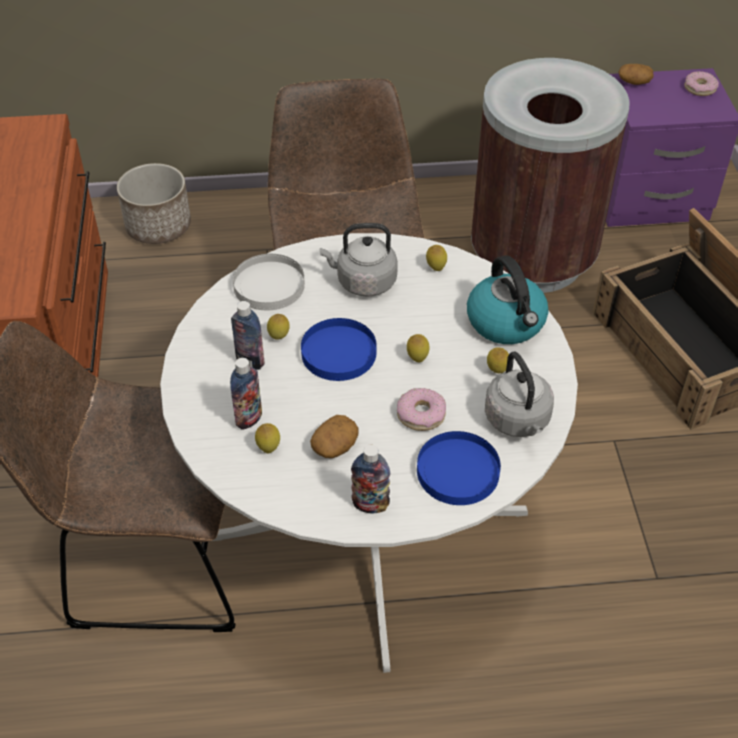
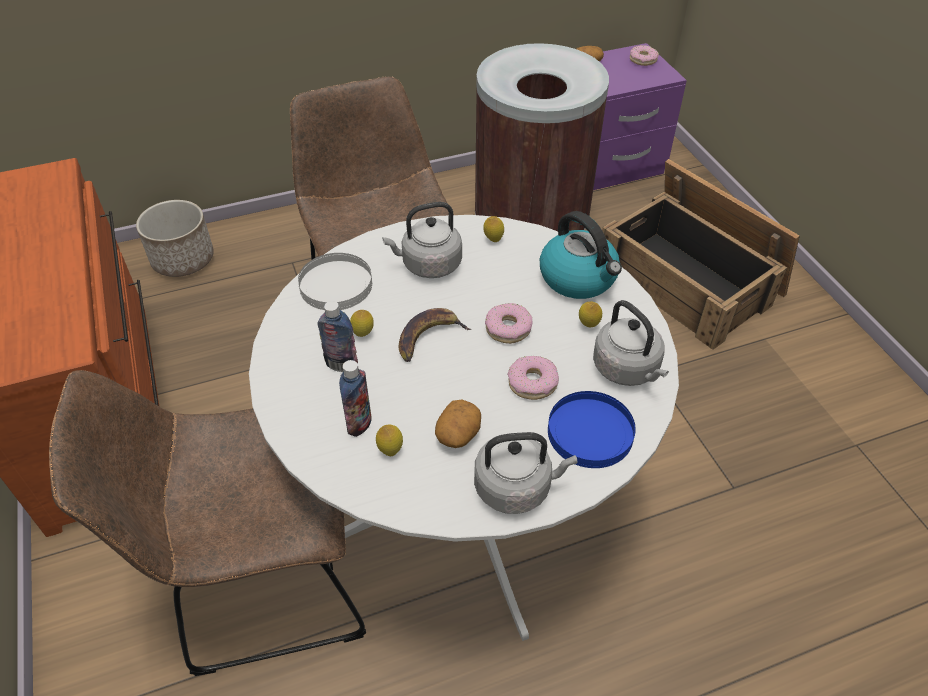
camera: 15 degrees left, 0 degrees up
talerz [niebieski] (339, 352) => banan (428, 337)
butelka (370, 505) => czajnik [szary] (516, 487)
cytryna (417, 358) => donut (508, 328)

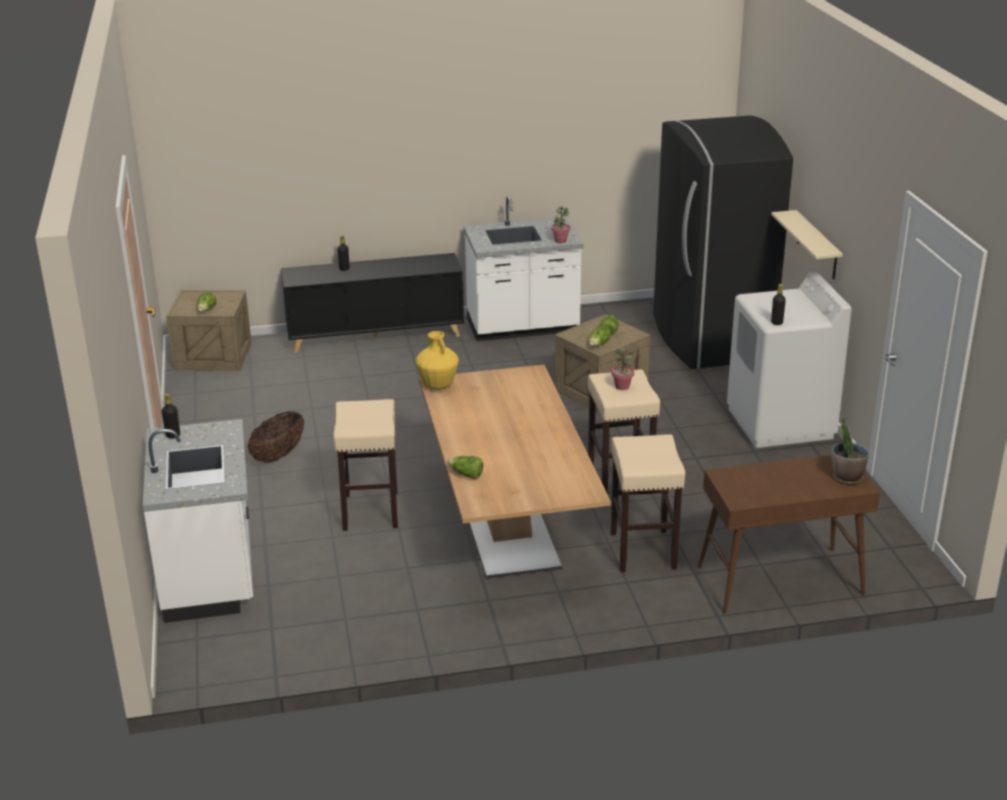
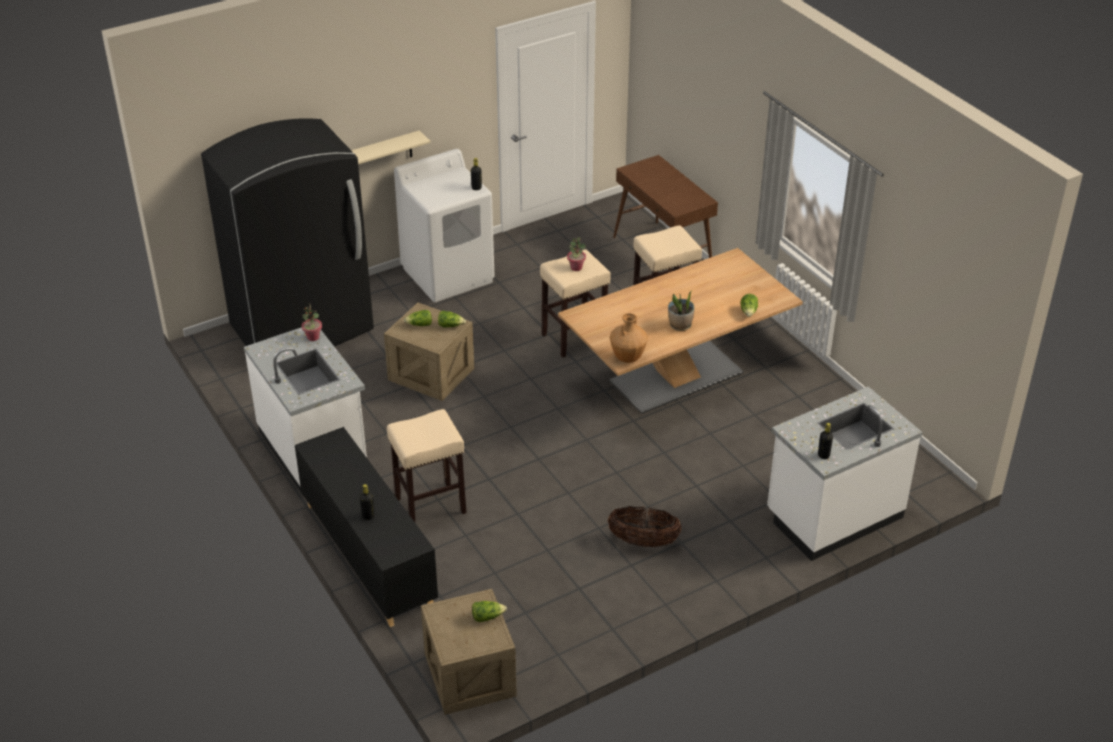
camera: 110 degrees left, 10 degrees up
stołek [beżowy] (370, 510) => stołek [beżowy] (429, 506), move
wazon [żółty] (437, 386) => wazon [brązowy] (627, 358)
roślina doniczkowa (847, 477) => roślina doniczkowa (680, 325), move

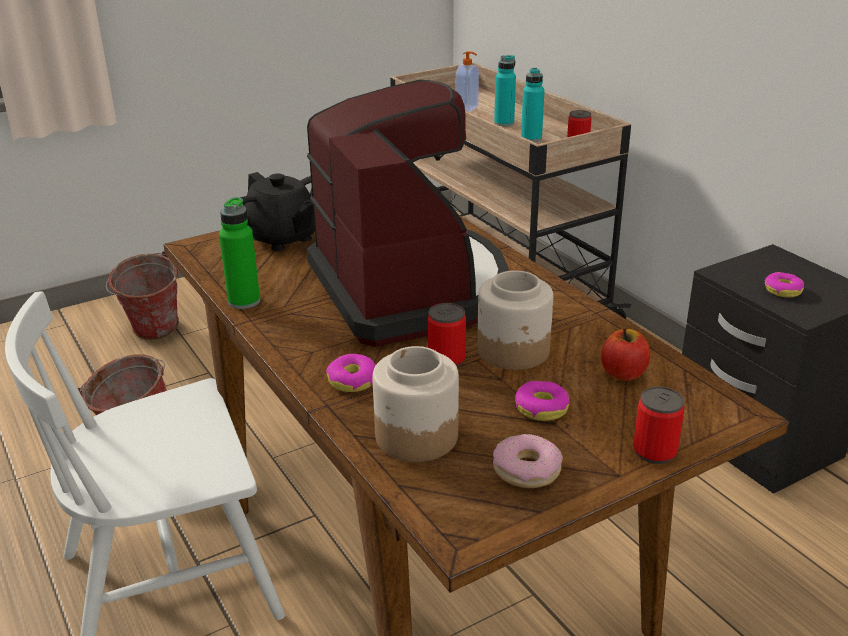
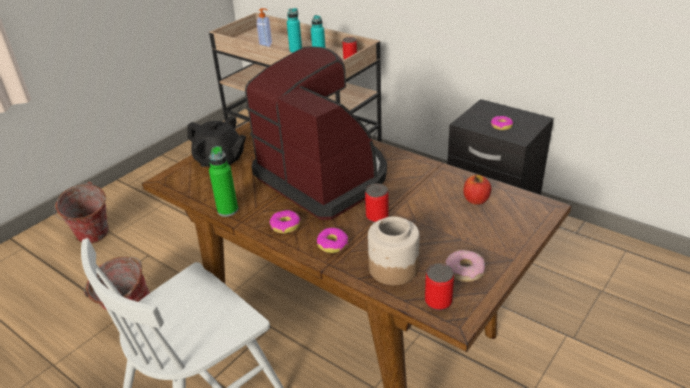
camera: 20 degrees left, 5 degrees up
słoik (514, 351) => nothing
donut (541, 408) => donut (285, 225), move
puszka (654, 451) => puszka (438, 302), move

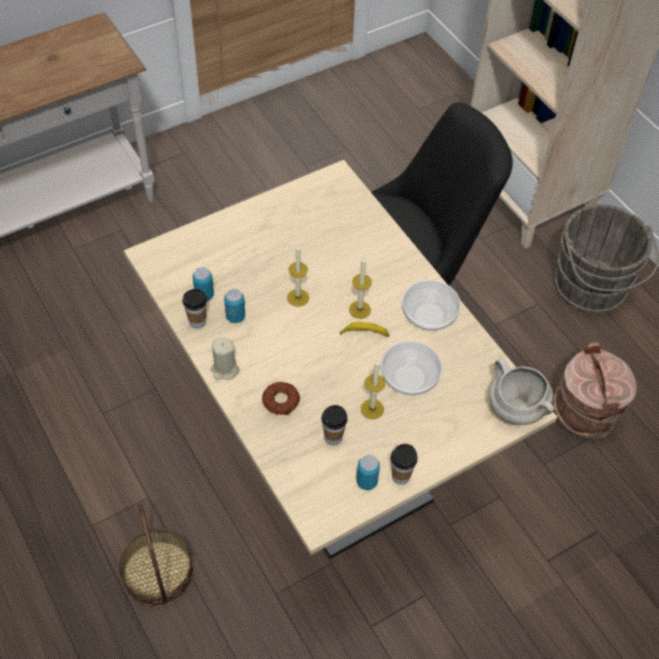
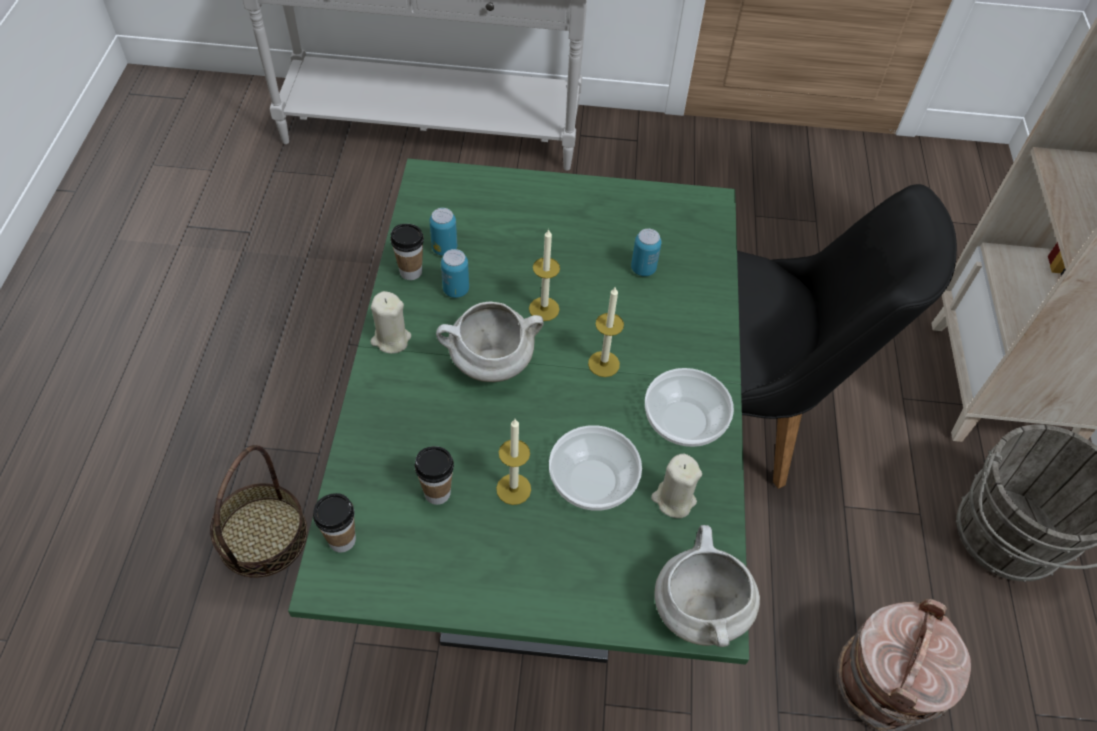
camera: 35 degrees right, 0 degrees up
stół jadalny [beżowy] (324, 444) => stół jadalny [zielony] (538, 515)
donut (281, 401) => nothing
banan (365, 333) => nothing
puszka (366, 482) => puszka (643, 269), move
filiżanka (400, 476) => filiżanka (342, 540), move
nothing => garnek [biały] (490, 363)
nothing => świeca [beżowy] (673, 499)

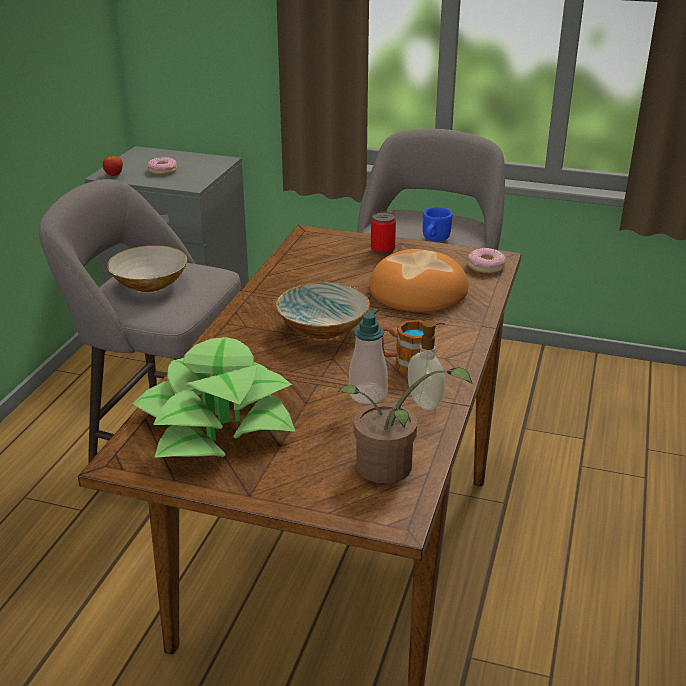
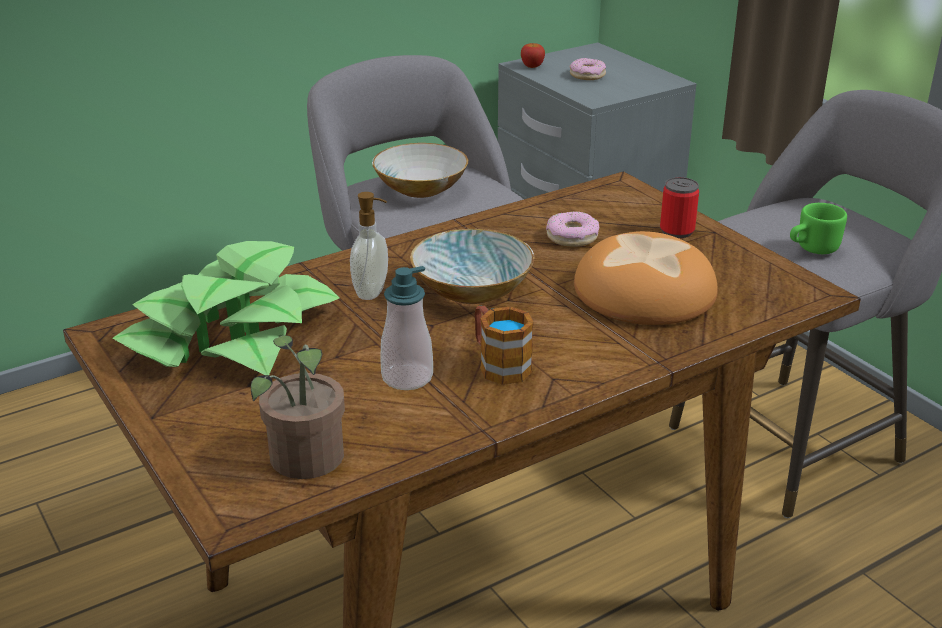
camera: 40 degrees right, 0 degrees up
dozownik mydła (426, 402) => dozownik mydła (372, 292), move
kubek [niebieski] (434, 239) => kubek [zielony] (811, 249)
donut (485, 266) => donut (571, 237), move

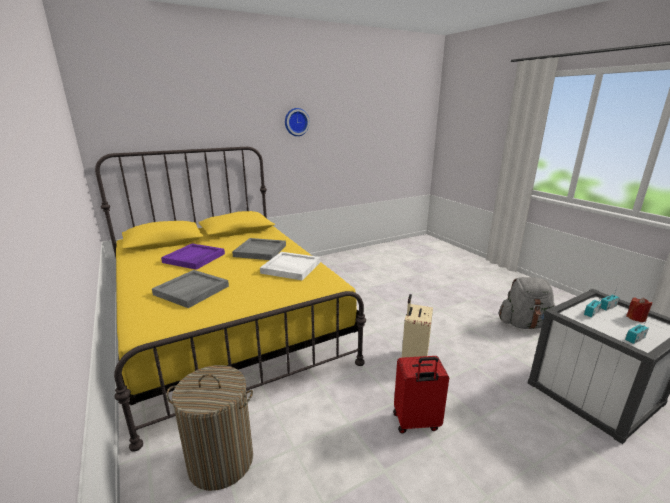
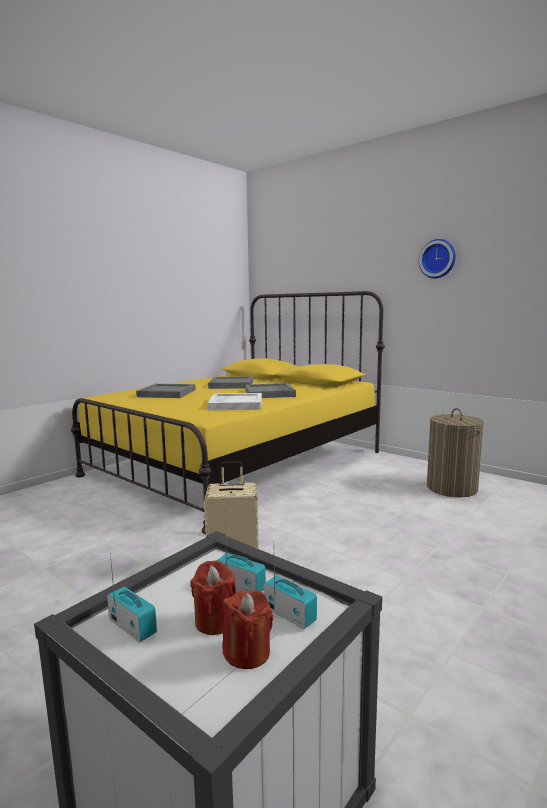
camera: 70 degrees right, 10 degrees down
taca [fioletowy] (194, 258) => taca [szary] (231, 385)
kosz na pranie (220, 461) => kosz na pranie (451, 488), move
walizka [czerwony] (416, 422) => nothing
plecak [szary] (524, 324) => nothing
nothing => świeca [czerwony] (215, 621)

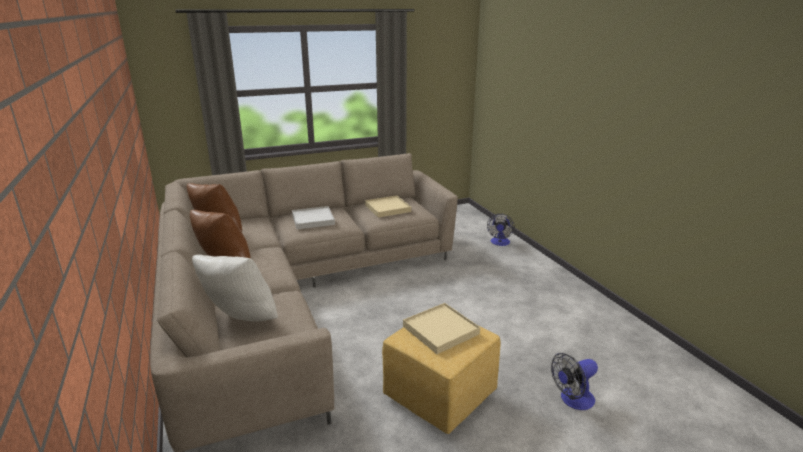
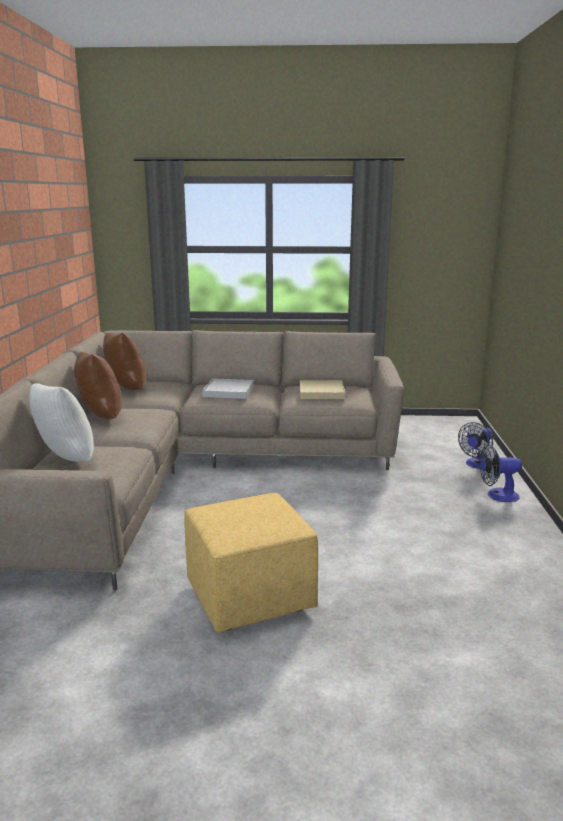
camera: 25 degrees right, 5 degrees down
taca [beżowy] (440, 330) => nothing
wentylator (572, 400) => wentylator (497, 495), move

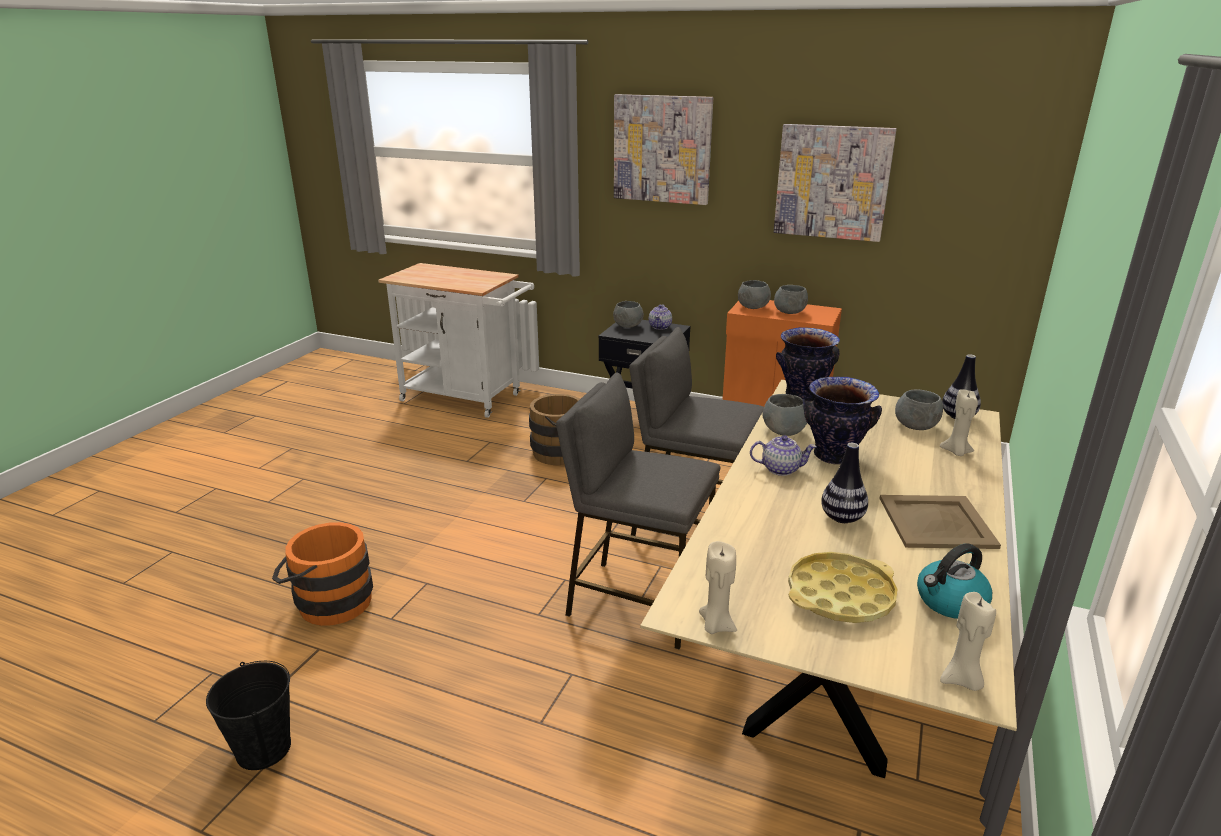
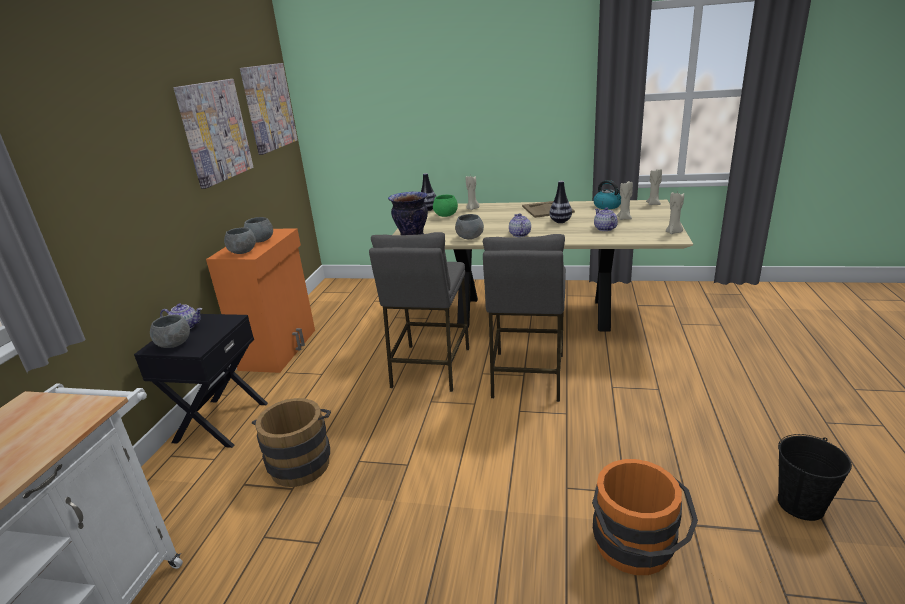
camera: 100 degrees left, 0 degrees up
obraz (662, 149) => obraz (269, 107), move
taca [żółty] (840, 595) => świeca [beżowy] (624, 218)
wazon (834, 456) => nothing
miska [szary] (915, 426) => miska [zielony] (446, 215)
nothing => imbryk (604, 229)

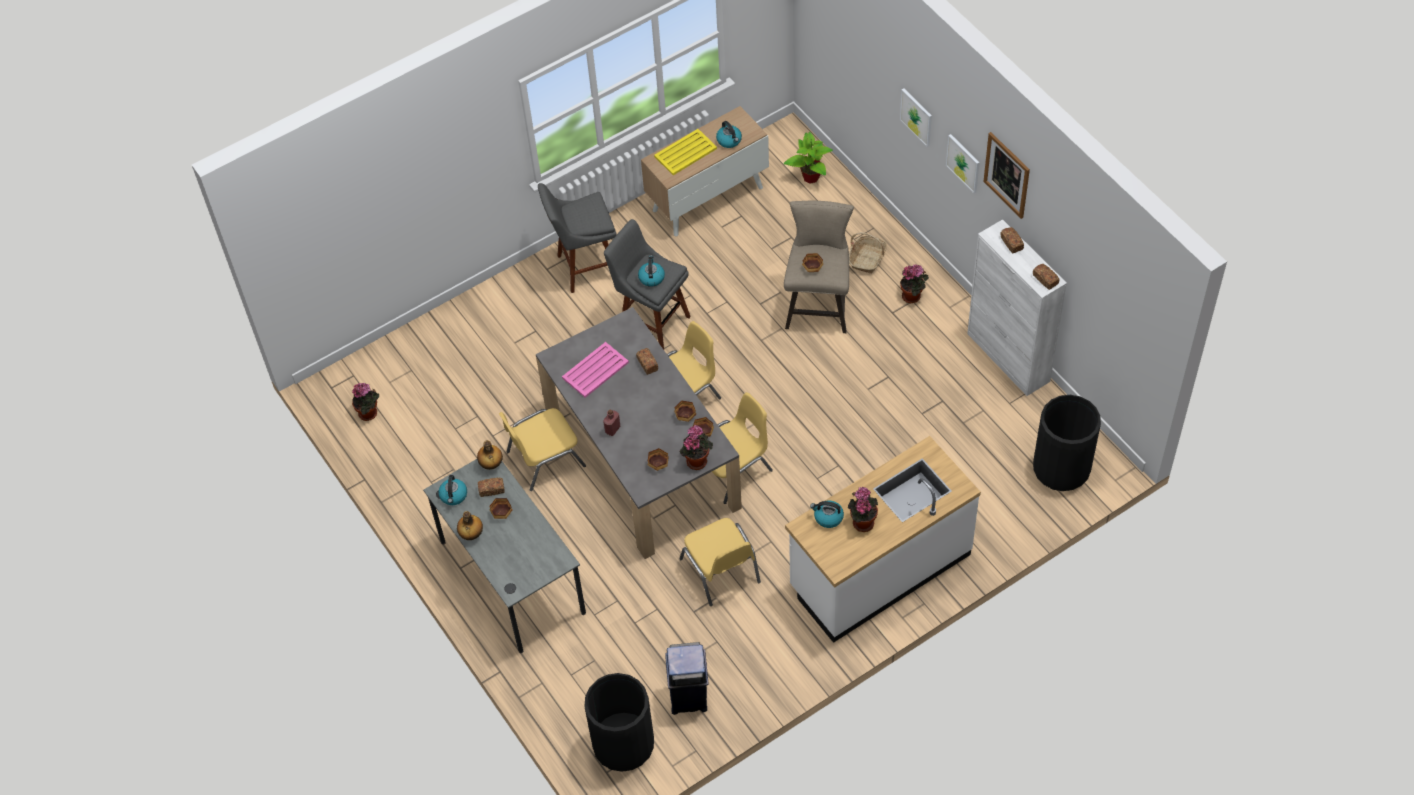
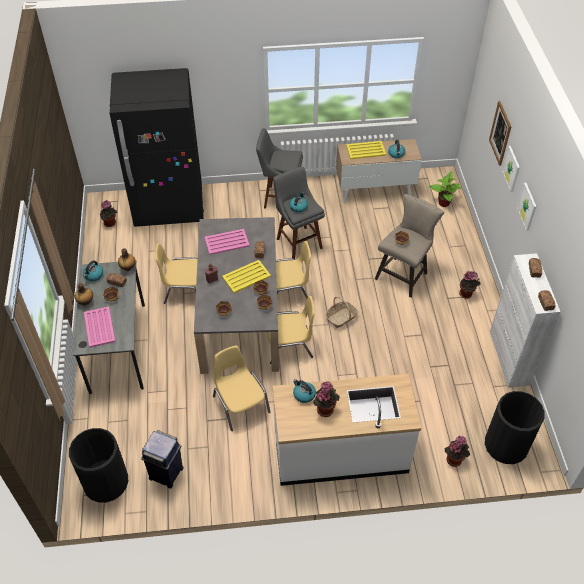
camera: 25 degrees right, 5 degrees down
roślina doniczkowa (696, 460) => roślina doniczkowa (454, 459), move
krzesło [żółty] (721, 571) => krzesło [żółty] (240, 404), 150 degrees clockwise
koszyk (867, 258) => koszyk (341, 317), move
obraz (1007, 175) => obraz (500, 133), move
nothing => taca [różowy] (99, 327)
nothing => lodówka [czarny] (169, 207)
nothing => taca [żółty] (247, 277)

